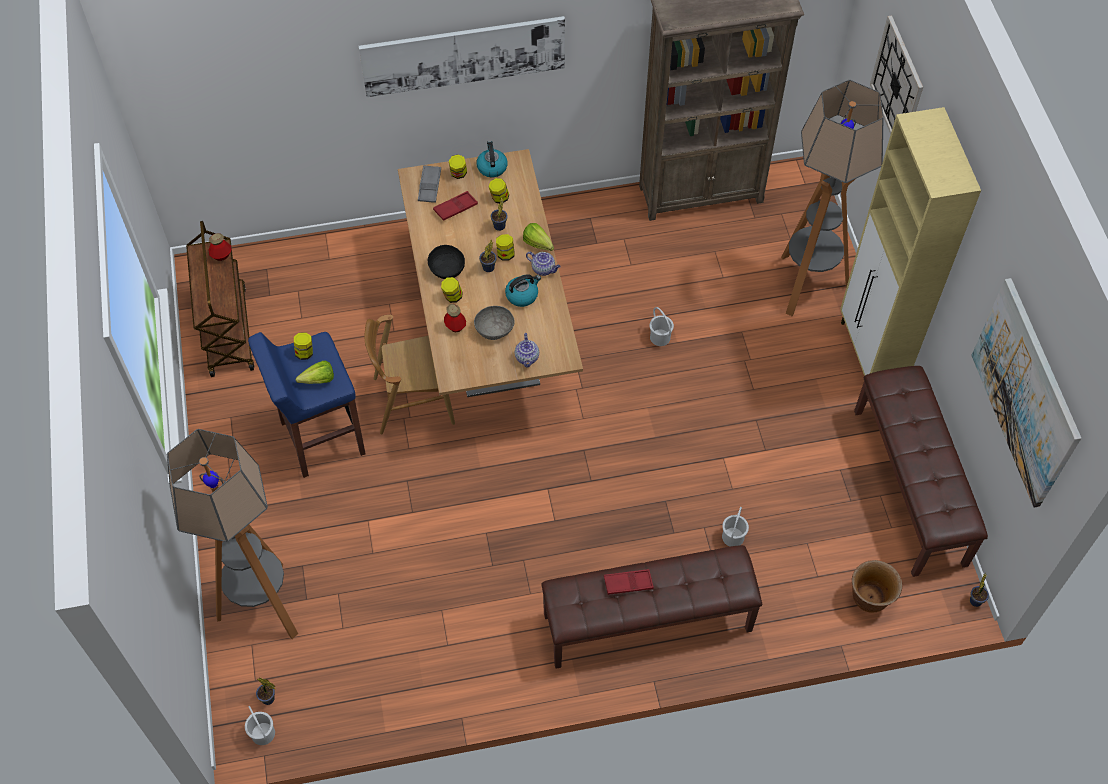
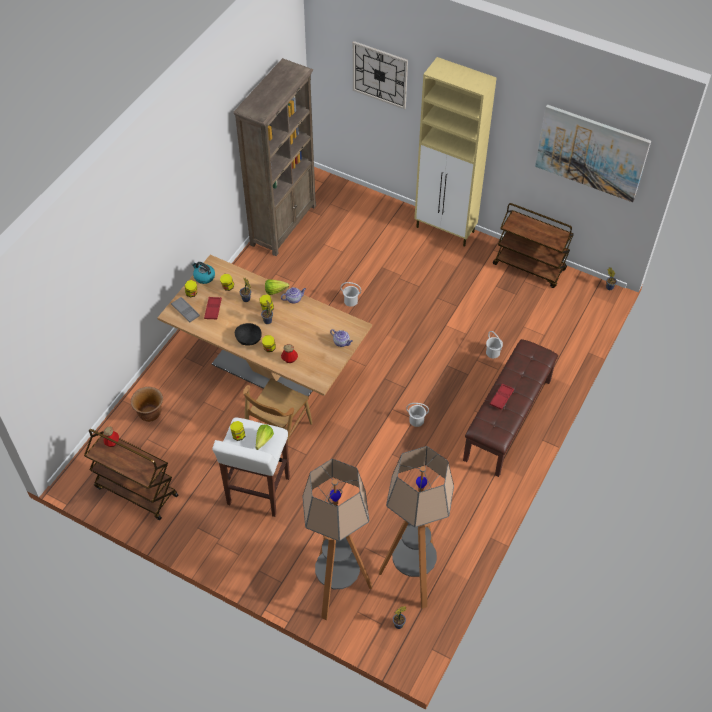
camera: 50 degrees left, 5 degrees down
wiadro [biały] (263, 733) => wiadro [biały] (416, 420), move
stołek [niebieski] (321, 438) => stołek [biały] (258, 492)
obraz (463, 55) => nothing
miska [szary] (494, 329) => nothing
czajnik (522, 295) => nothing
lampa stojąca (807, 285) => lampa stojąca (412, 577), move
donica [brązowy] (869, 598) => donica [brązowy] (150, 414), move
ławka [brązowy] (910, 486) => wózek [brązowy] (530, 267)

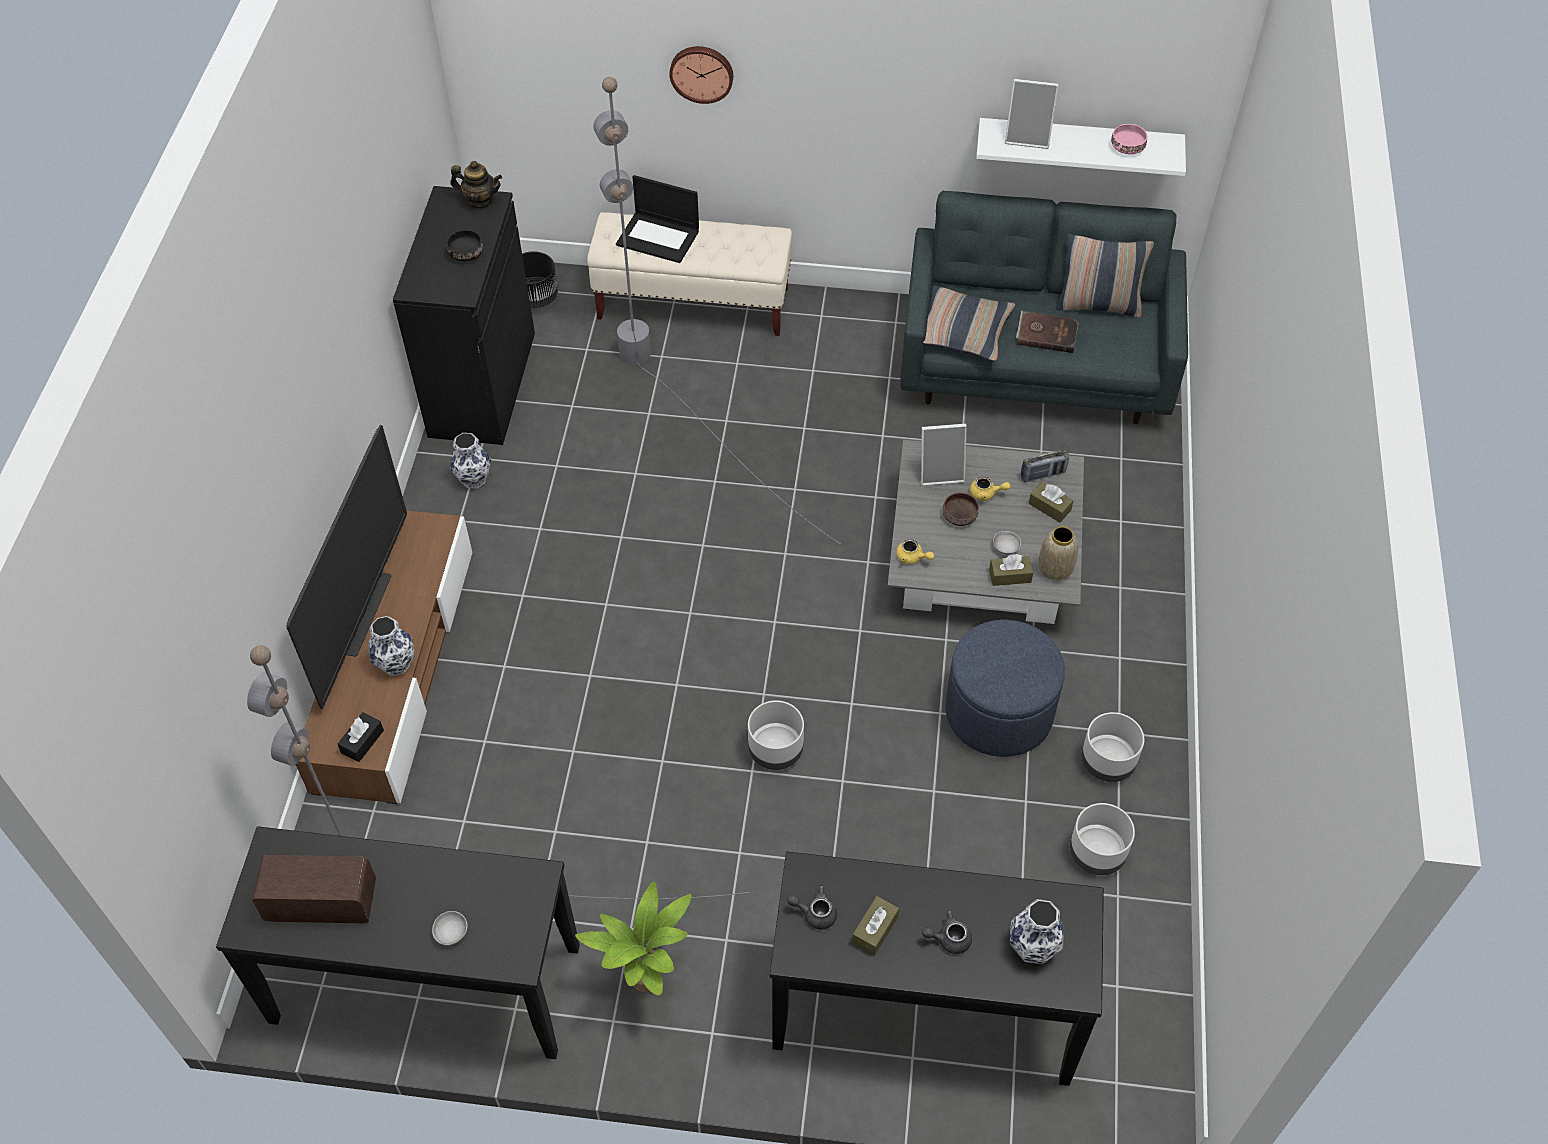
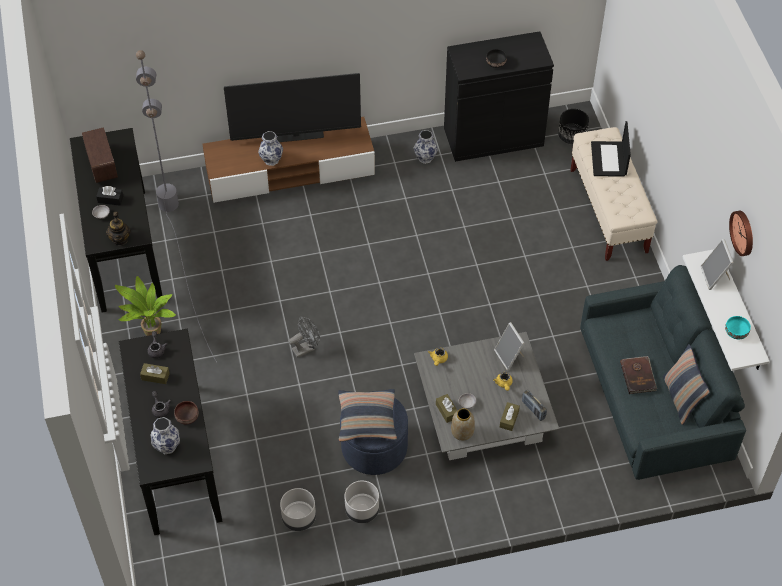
camera: 70 degrees right, 0 degrees up
pudełko chusteczek [czarny] (362, 741) => pudełko chusteczek [czarny] (110, 199), move
imbryk (480, 200) => imbryk (120, 239), move
lampa stojąca [szary] (686, 405) => nothing
zegar ścienny (702, 72) => zegar ścienny (743, 232), move
donica [szary] (775, 750) => wentylator [szary] (306, 348)
poduszka (963, 332) => poduszka (367, 419), move
miska [brązowy] (959, 515) => miska [brązowy] (187, 416), move
miska [różowy] (1127, 148) => miska [turkusowy] (736, 332)

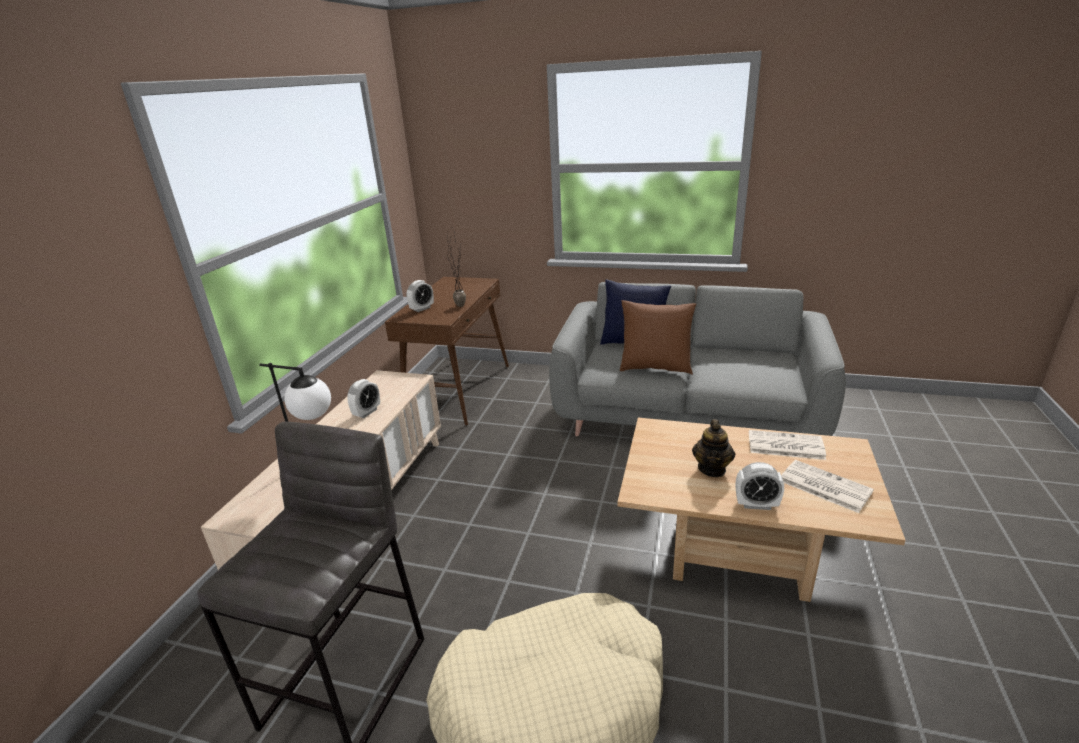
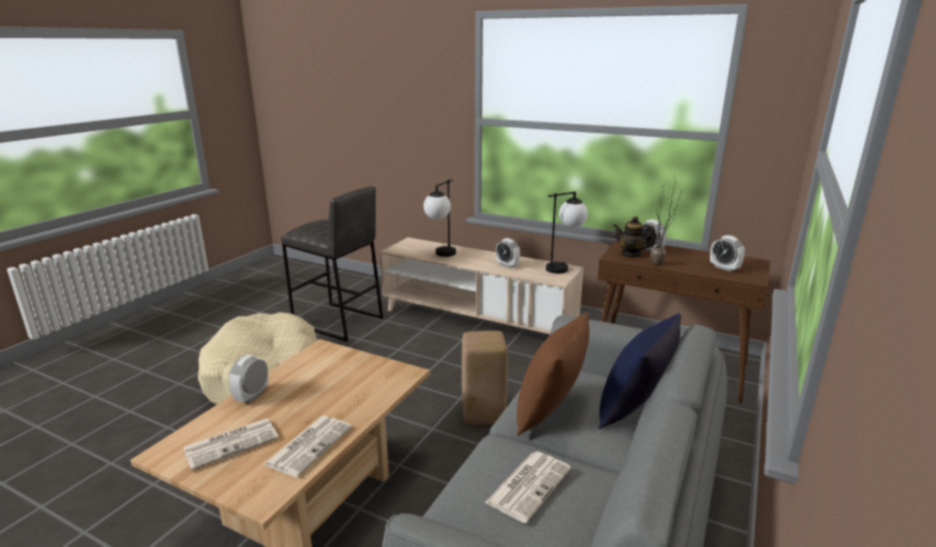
camera: 100 degrees right, 5 degrees down
imbryk (712, 469) => imbryk (631, 254), move
nothing => stołek [beżowy] (482, 414)
nothing => gazeta (529, 485)
nothing => lampa stołowa (564, 268)
nothing => budzik (724, 268)

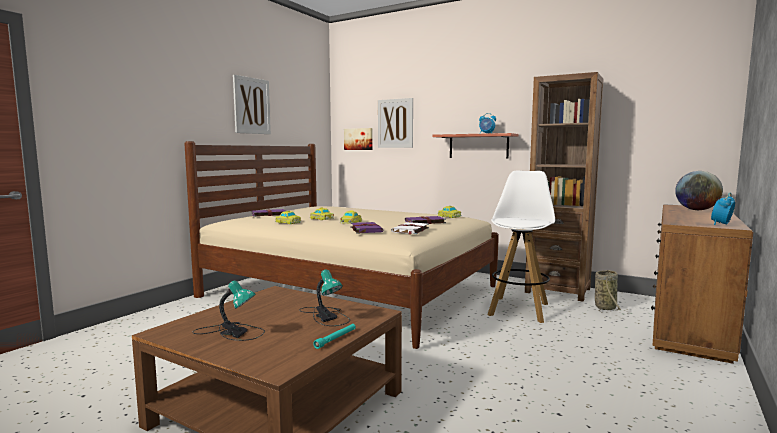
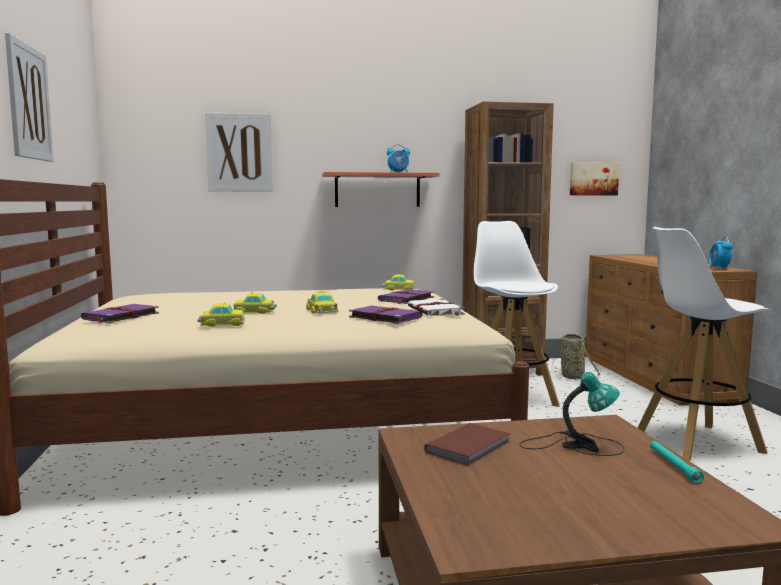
camera: 40 degrees left, 0 degrees up
lampa stołowa (231, 332) => nothing
obraz (358, 139) => obraz (593, 179), move
globus (696, 210) => nothing
nothing => książka [brązowy] (470, 447)
nothing => stołek [biały] (696, 442)

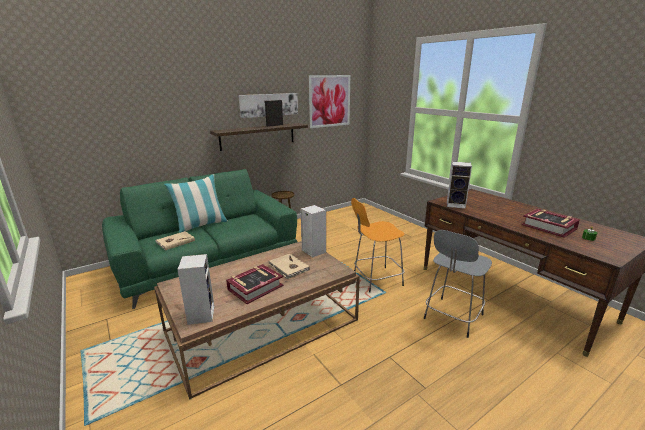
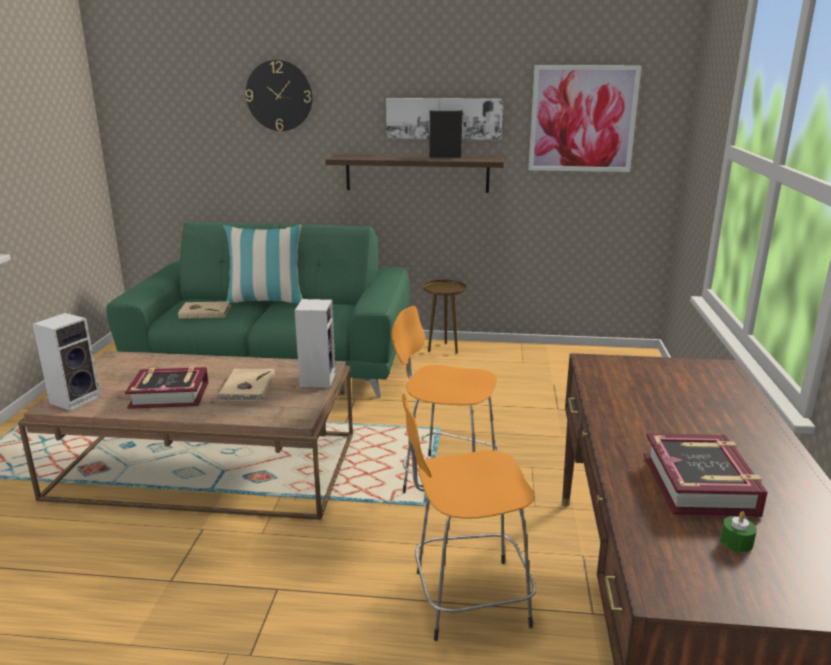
camera: 40 degrees right, 0 degrees up
stołek [szary] (452, 317) => stołek [pomarańczowy] (466, 599)
głośnik (456, 205) => nothing
nothing => zegar ścienny (279, 95)

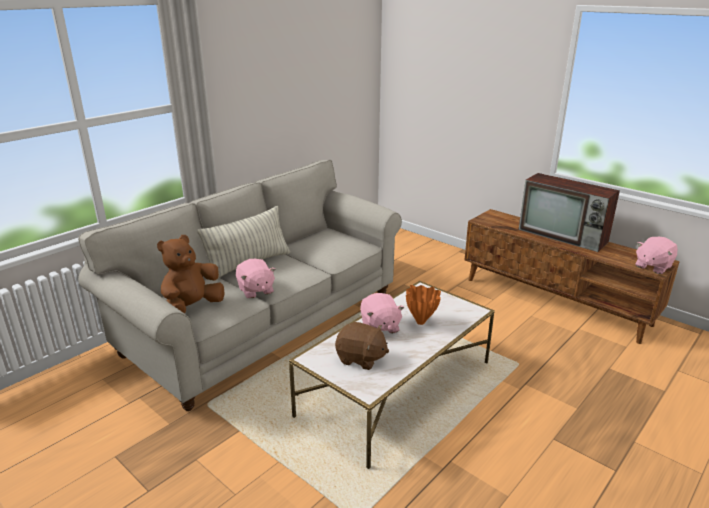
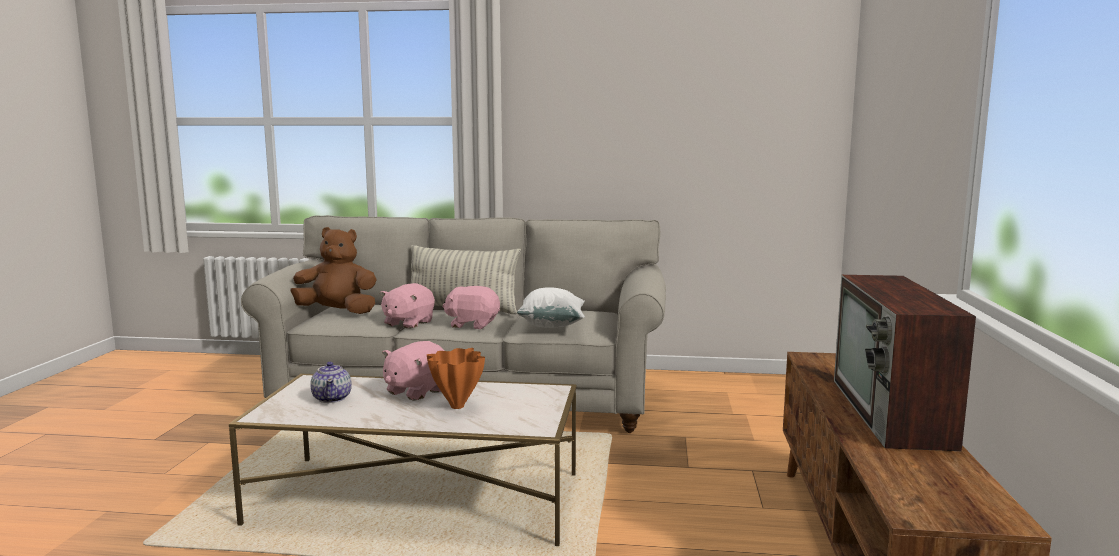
camera: 55 degrees right, 15 degrees down
pluszak [brązowy] (361, 358) => imbryk (332, 398)
pluszak [różowy] (652, 266) => pluszak [różowy] (472, 324), move
nothing => poduszka [biały] (552, 325)

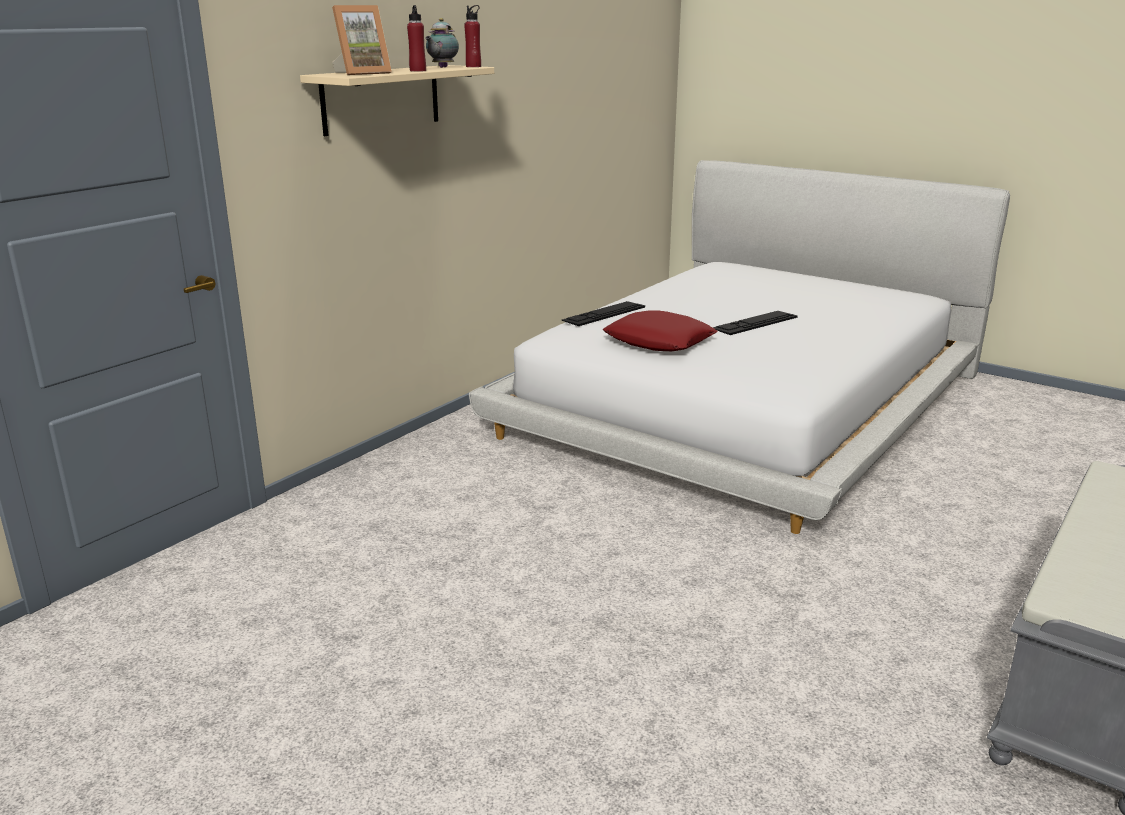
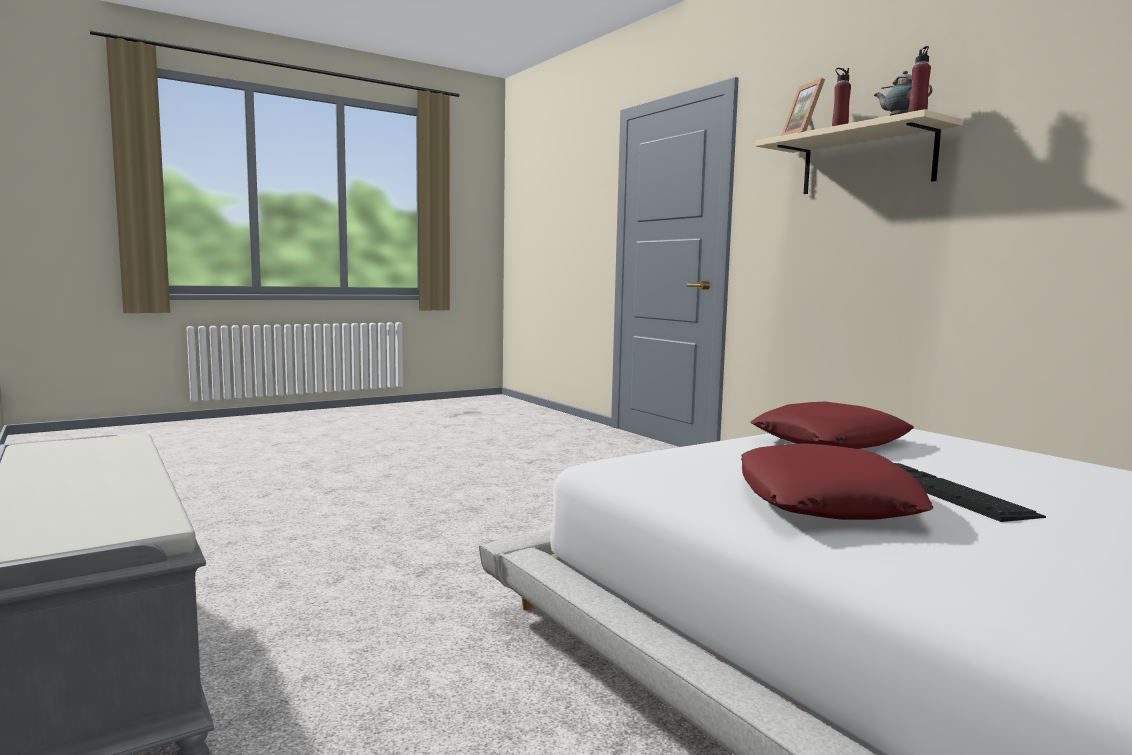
camera: 110 degrees right, 15 degrees down
klawiatura (604, 313) => nothing
nothing => poduszka [czerwony] (823, 500)

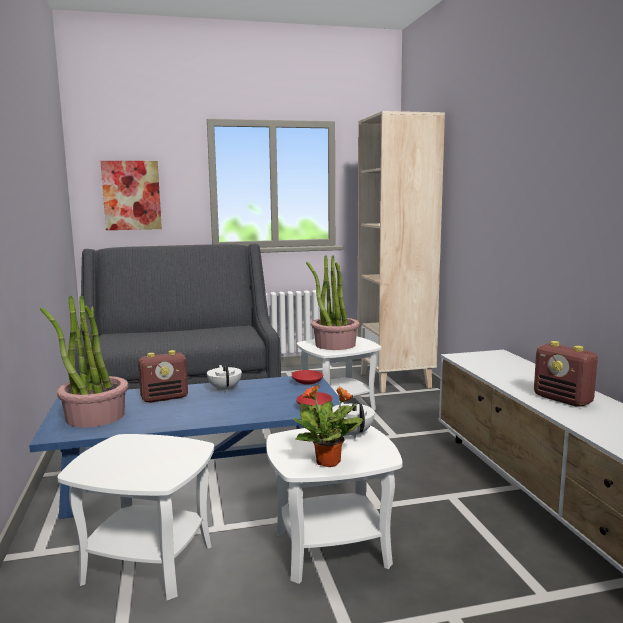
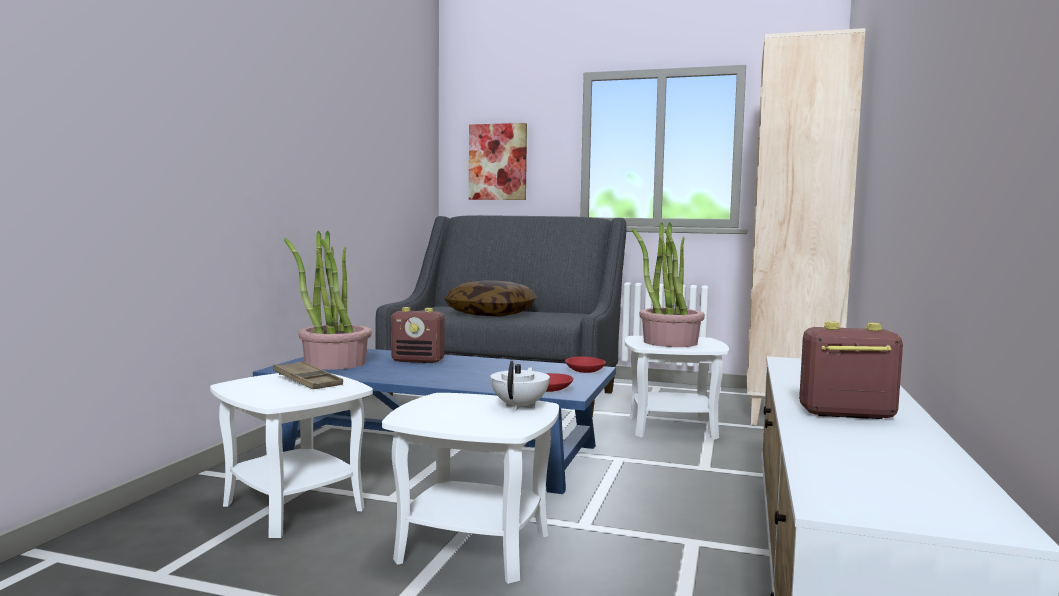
camera: 30 degrees right, 5 degrees down
imbryk [biały] (225, 389) => nothing
roślina doniczkowa (329, 462) => nothing
radio (563, 400) => radio (845, 414), 105 degrees clockwise
nothing => taca [brązowy] (307, 381)
nothing => poduszka (491, 314)

